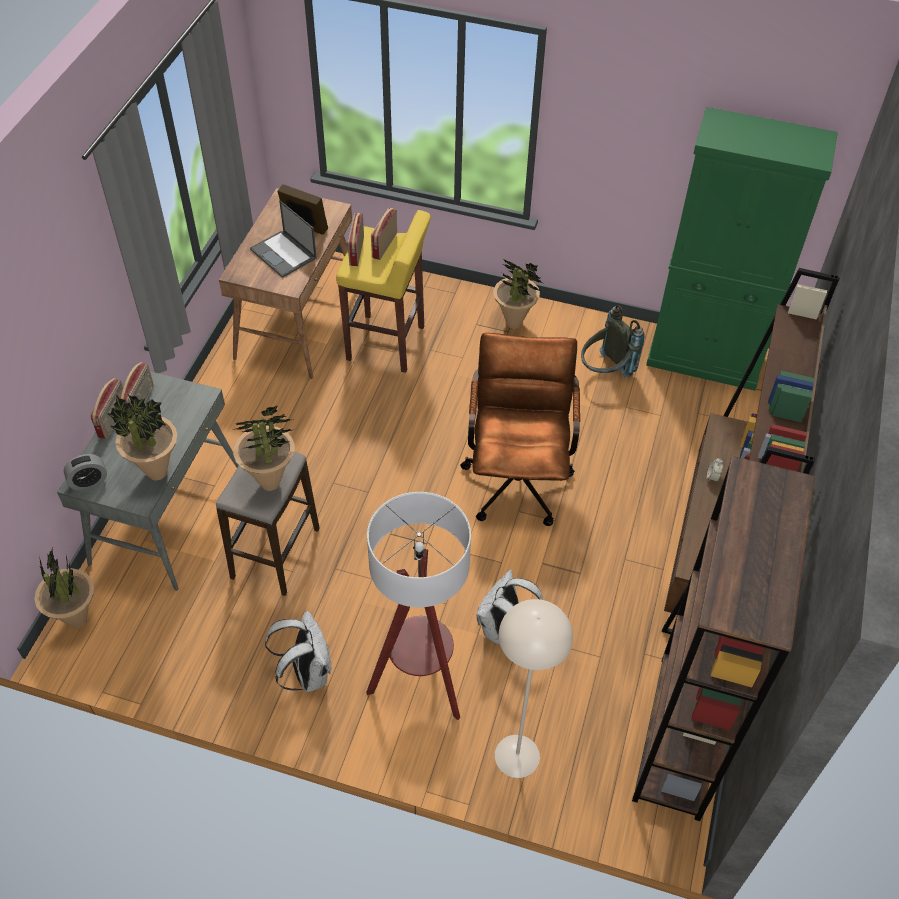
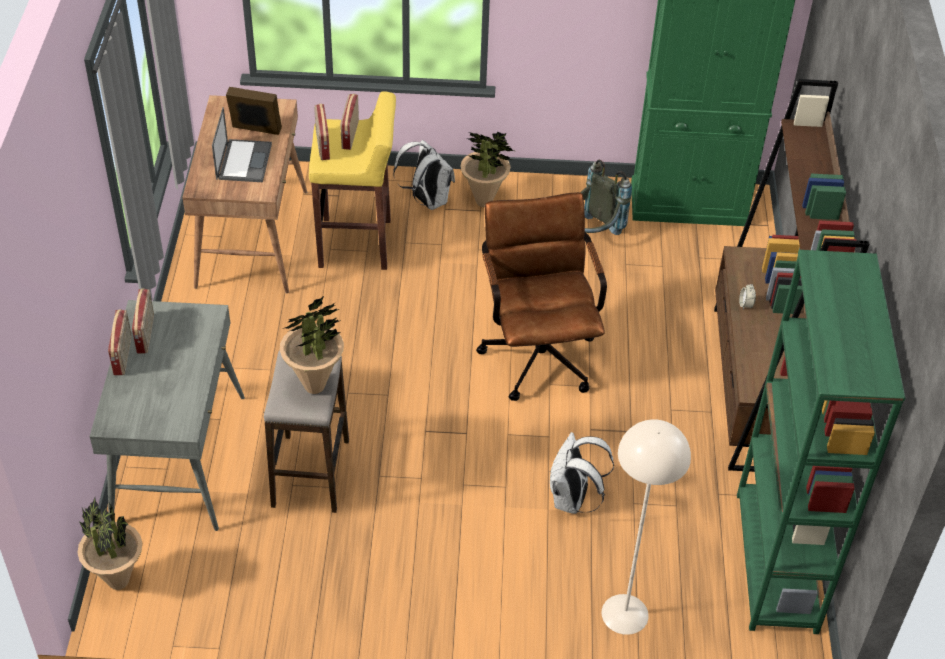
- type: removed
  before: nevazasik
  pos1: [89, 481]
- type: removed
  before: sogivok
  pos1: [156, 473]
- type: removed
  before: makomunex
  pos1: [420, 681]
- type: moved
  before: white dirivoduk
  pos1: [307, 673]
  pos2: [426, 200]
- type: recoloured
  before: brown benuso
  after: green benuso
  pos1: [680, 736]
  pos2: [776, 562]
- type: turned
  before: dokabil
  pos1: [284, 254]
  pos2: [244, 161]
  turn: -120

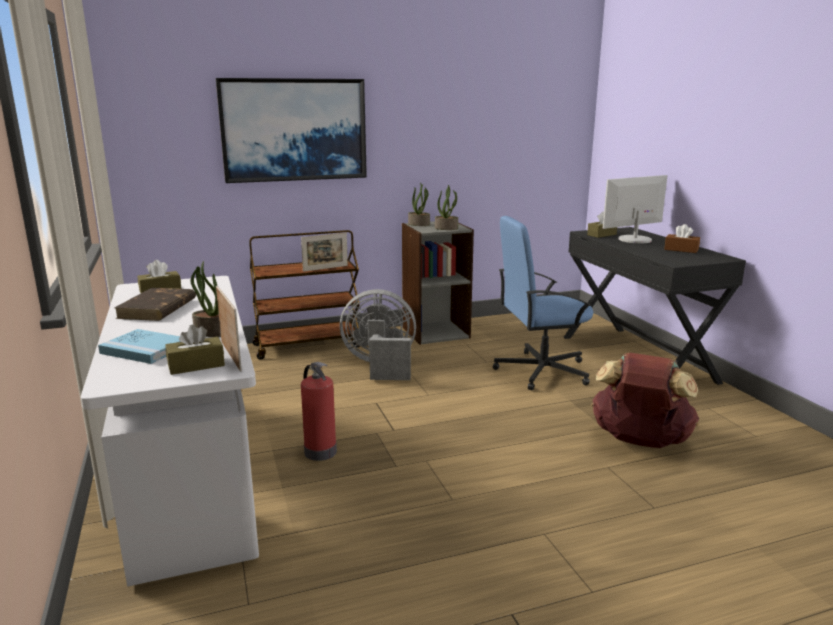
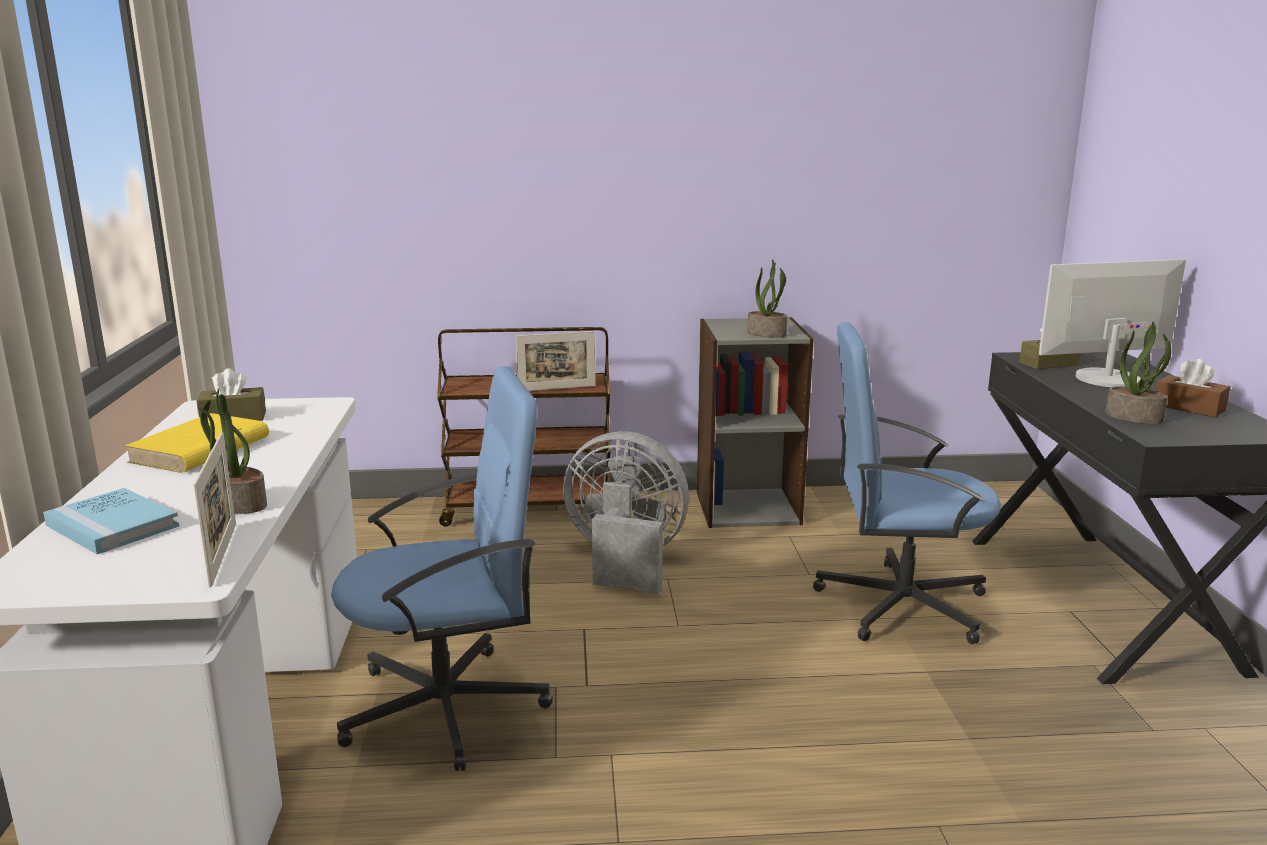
- type: removed
  before: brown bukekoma
  pos1: [196, 365]
- type: removed
  before: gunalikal
  pos1: [294, 130]
- type: removed
  before: brown dirivoduk
  pos1: [639, 441]
- type: moved
  before: sogivok
  pos1: [419, 224]
  pos2: [1134, 417]
- type: replaced
  before: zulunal
  after: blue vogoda
  pos1: [319, 451]
  pos2: [448, 707]
- type: recoloured
  before: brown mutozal
  after: yellow mutozal
  pos1: [157, 308]
  pos2: [199, 450]

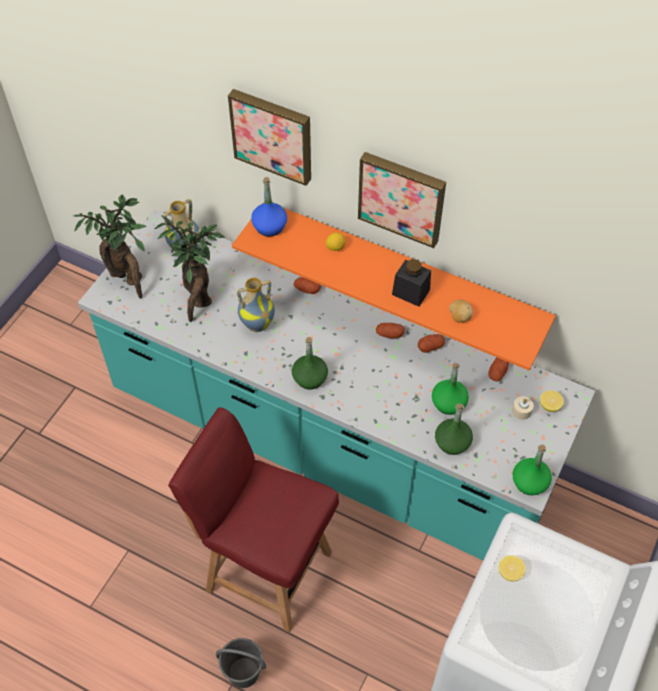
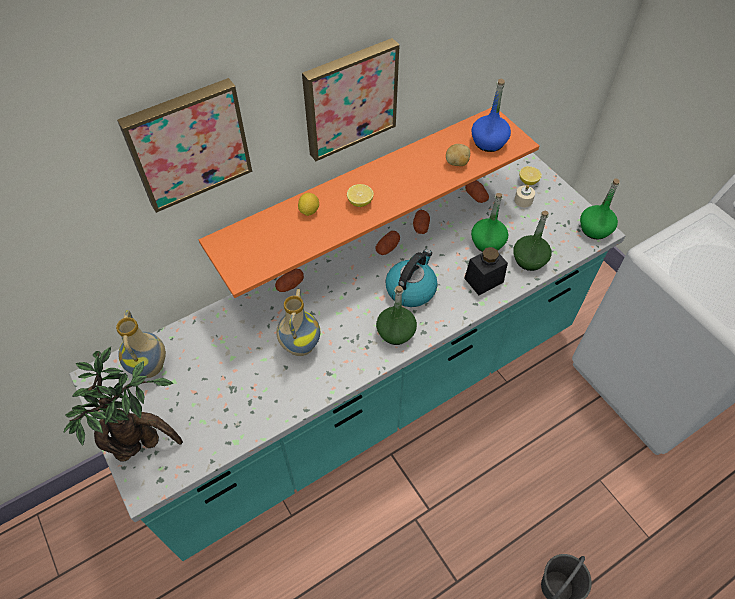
- type: removed
  before: sogivok
  pos1: [199, 299]
- type: removed
  before: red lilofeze
  pos1: [266, 569]
- type: added
  after: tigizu
  pos2: [411, 289]
- type: moved
  before: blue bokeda
  pos1: [269, 227]
  pos2: [489, 142]
- type: moved
  before: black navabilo
  pos1: [411, 292]
  pos2: [483, 280]
- type: moved
  before: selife
  pos1: [510, 572]
  pos2: [360, 202]

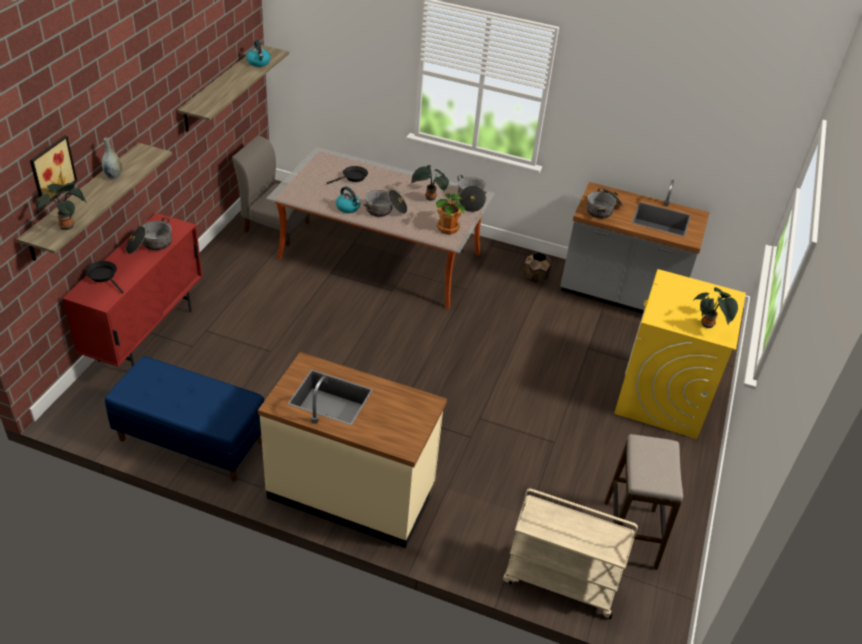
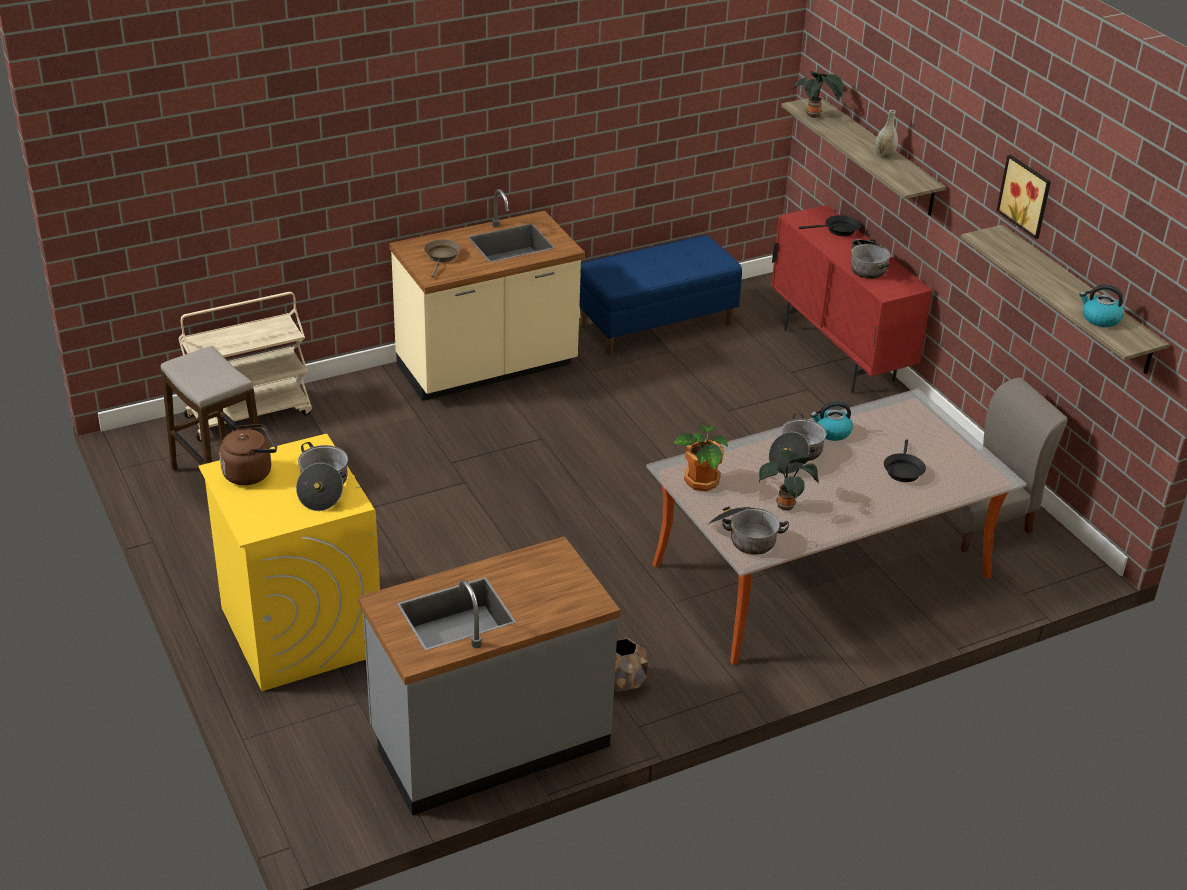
- type: added
  after: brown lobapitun
  pos2: [442, 257]
- type: moved
  before: gunalikal
  pos1: [51, 169]
  pos2: [1026, 195]
- type: moved
  before: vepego
  pos1: [603, 209]
  pos2: [323, 487]
- type: replaced
  before: sogivok
  after: brown tigizu
  pos1: [708, 326]
  pos2: [250, 473]

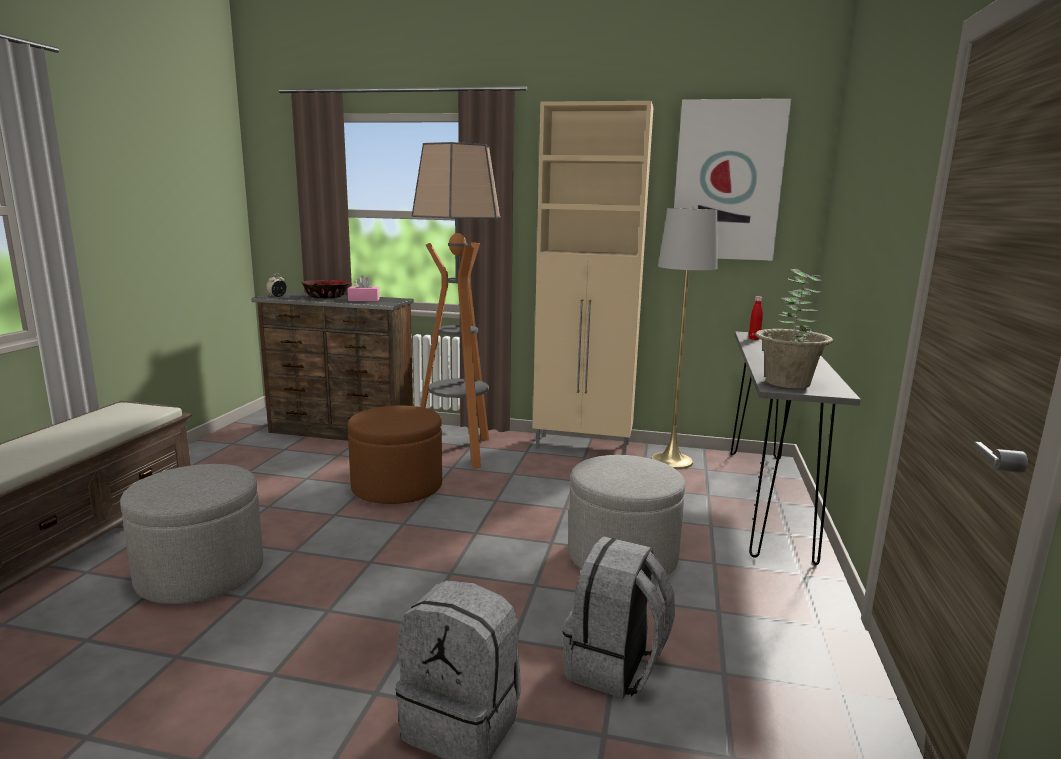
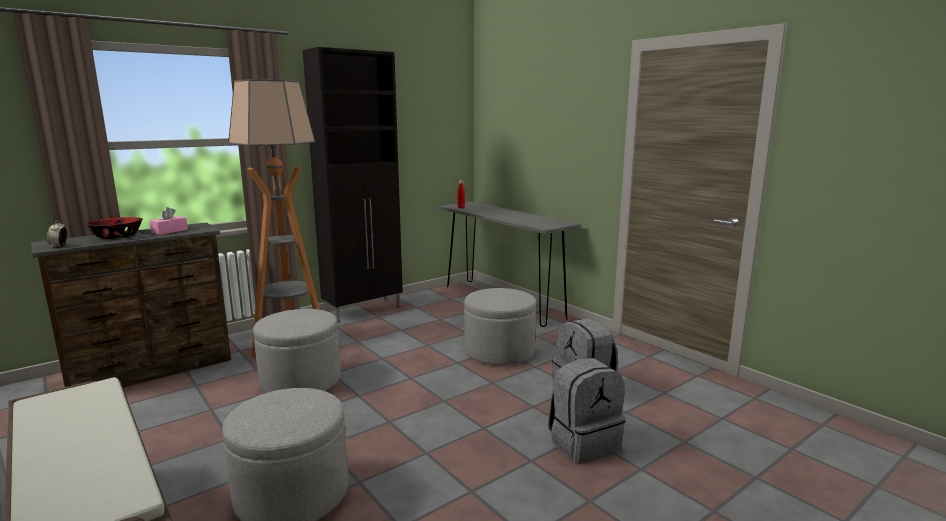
- type: removed
  before: grey makomunex
  pos1: [671, 461]
- type: removed
  before: gunalikal
  pos1: [727, 181]
- type: removed
  before: sogivok
  pos1: [787, 383]
- type: recoloured
  before: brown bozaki
  after: grey bozaki
  pos1: [397, 487]
  pos2: [301, 381]
- type: recoloured
  before: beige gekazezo
  after: black gekazezo
  pos1: [584, 446]
  pos2: [364, 311]

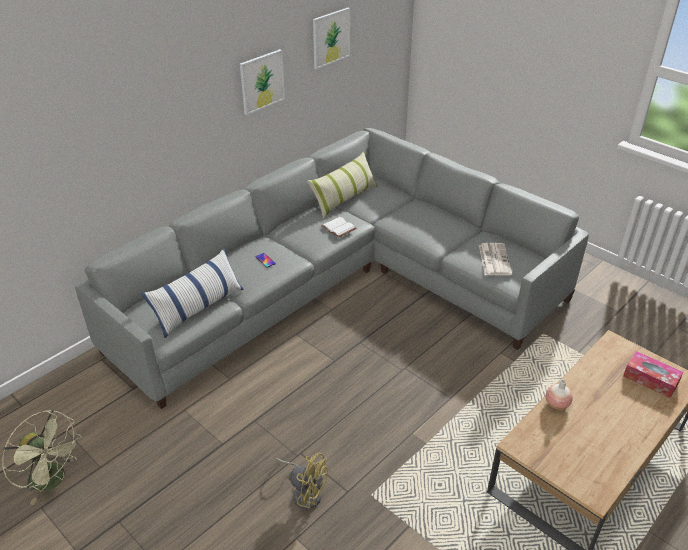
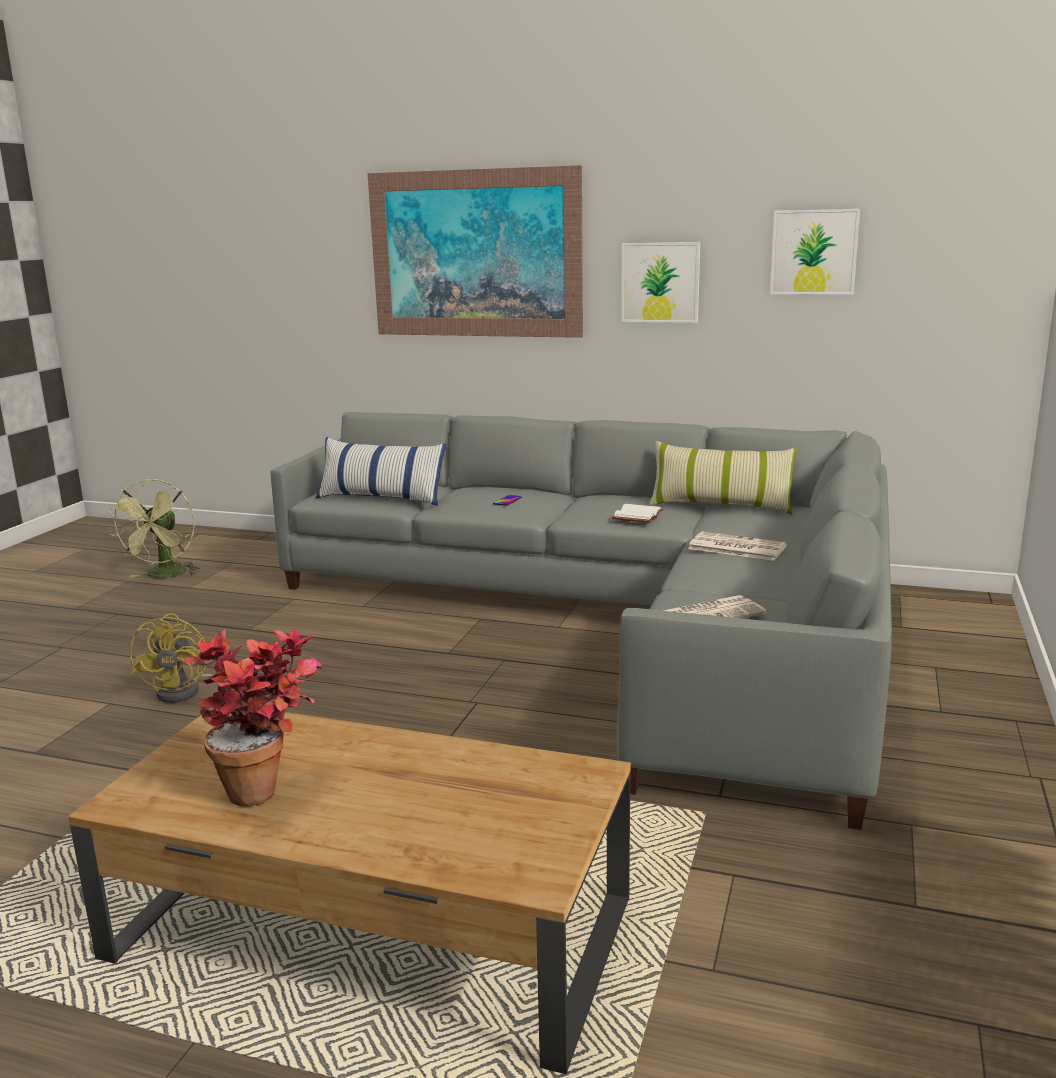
- type: removed
  before: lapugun
  pos1: [556, 404]
- type: removed
  before: bukekoma
  pos1: [650, 379]
- type: added
  after: sogivok
  pos2: [270, 789]
- type: added
  after: gunalikal
  pos2: [475, 254]
- type: added
  after: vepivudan
  pos2: [735, 547]

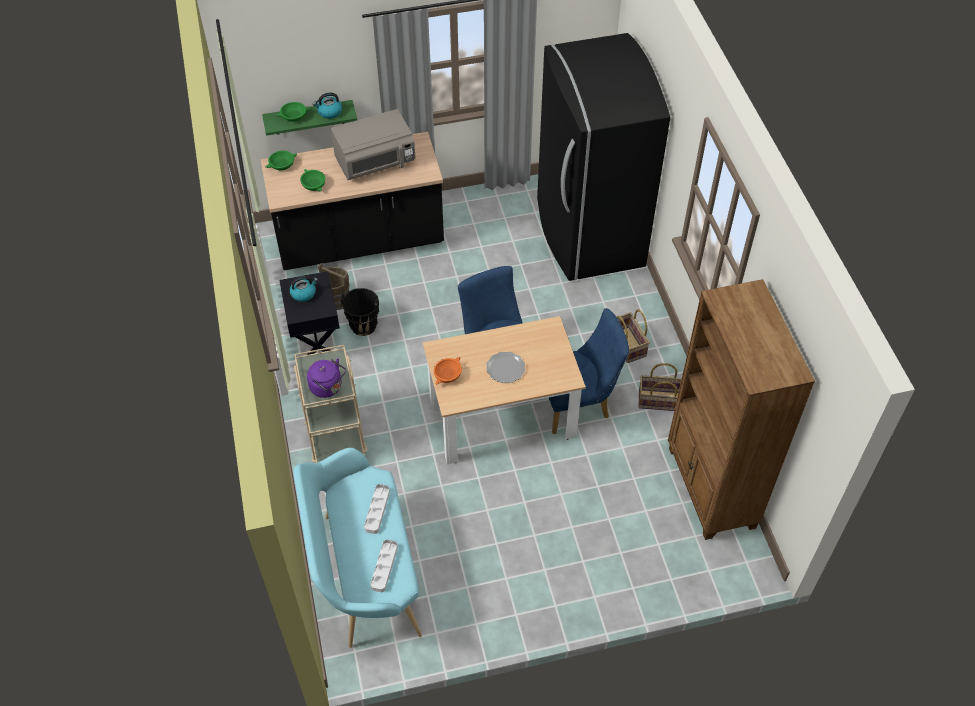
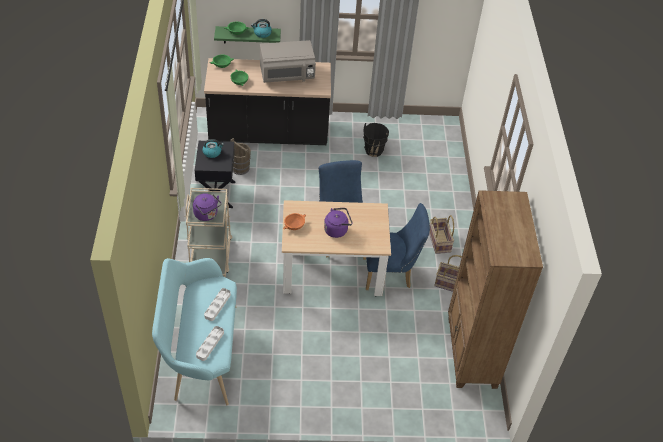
- type: removed
  before: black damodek
  pos1: [588, 233]
- type: moved
  before: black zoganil
  pos1: [363, 326]
  pos2: [374, 150]
- type: replaced
  before: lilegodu
  after: purple tigizu
  pos1: [506, 369]
  pos2: [337, 230]

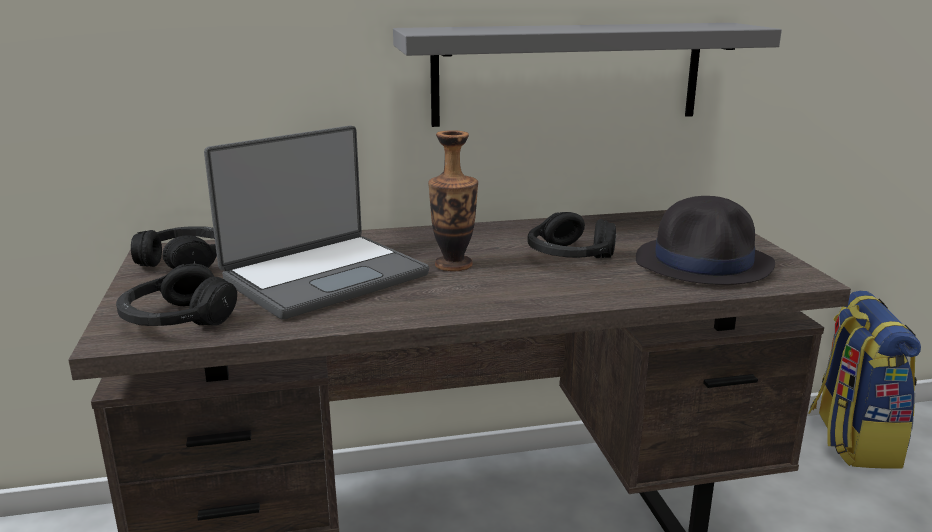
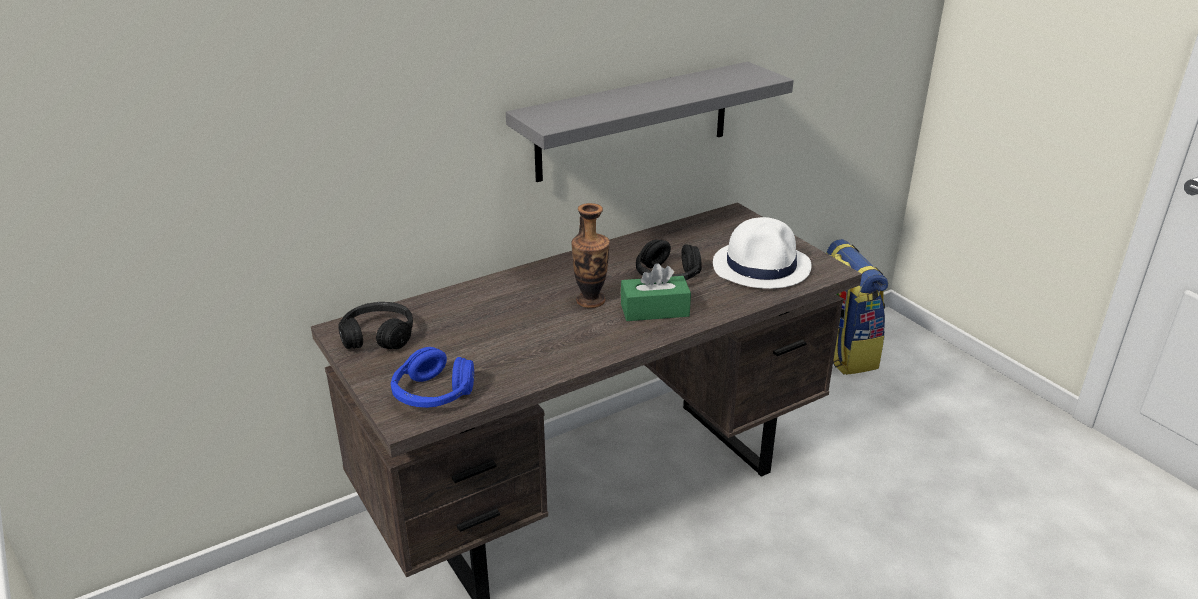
- type: removed
  before: dokabil
  pos1: [323, 276]
- type: added
  after: green bukekoma
  pos2: [654, 310]
- type: recoloured
  before: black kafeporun
  after: blue kafeporun
  pos1: [177, 319]
  pos2: [432, 394]
- type: recoloured
  before: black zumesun
  after: white zumesun
  pos1: [704, 263]
  pos2: [762, 266]

